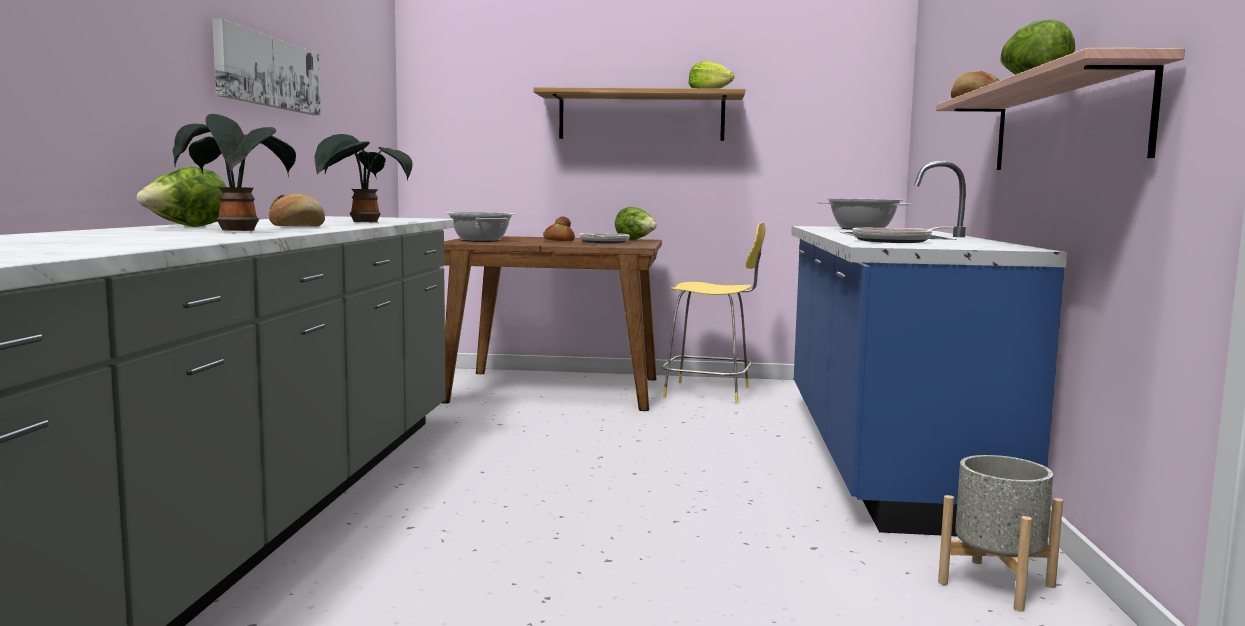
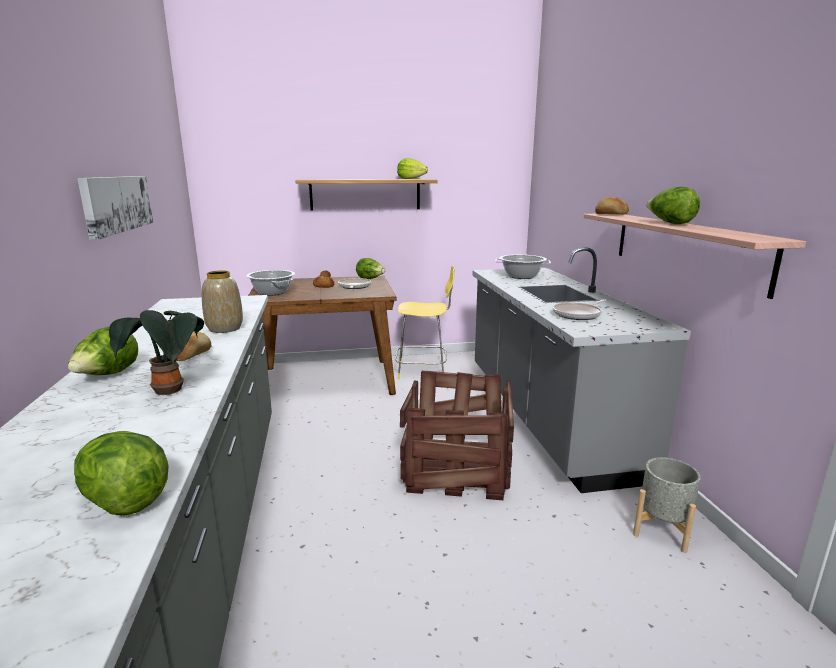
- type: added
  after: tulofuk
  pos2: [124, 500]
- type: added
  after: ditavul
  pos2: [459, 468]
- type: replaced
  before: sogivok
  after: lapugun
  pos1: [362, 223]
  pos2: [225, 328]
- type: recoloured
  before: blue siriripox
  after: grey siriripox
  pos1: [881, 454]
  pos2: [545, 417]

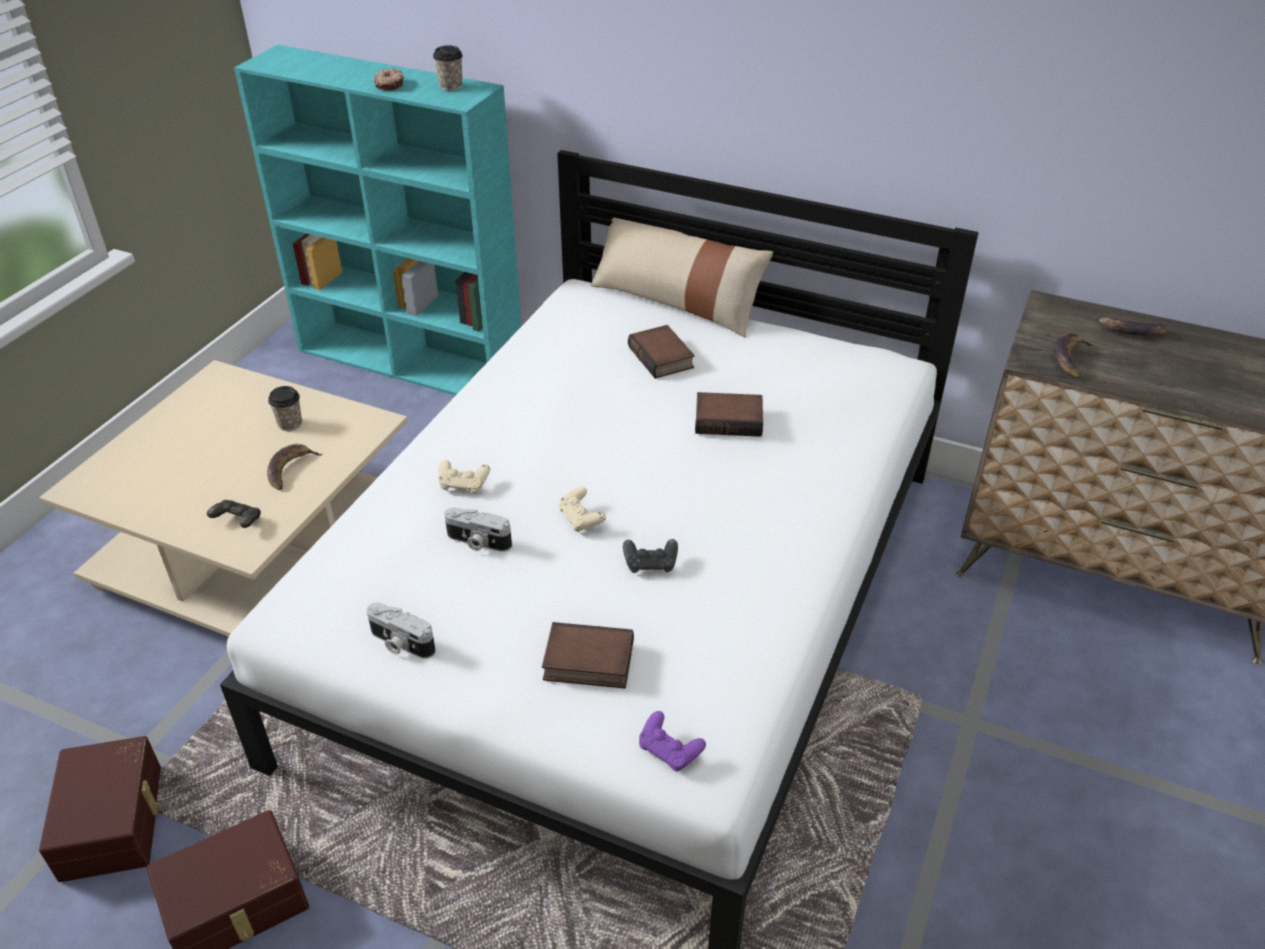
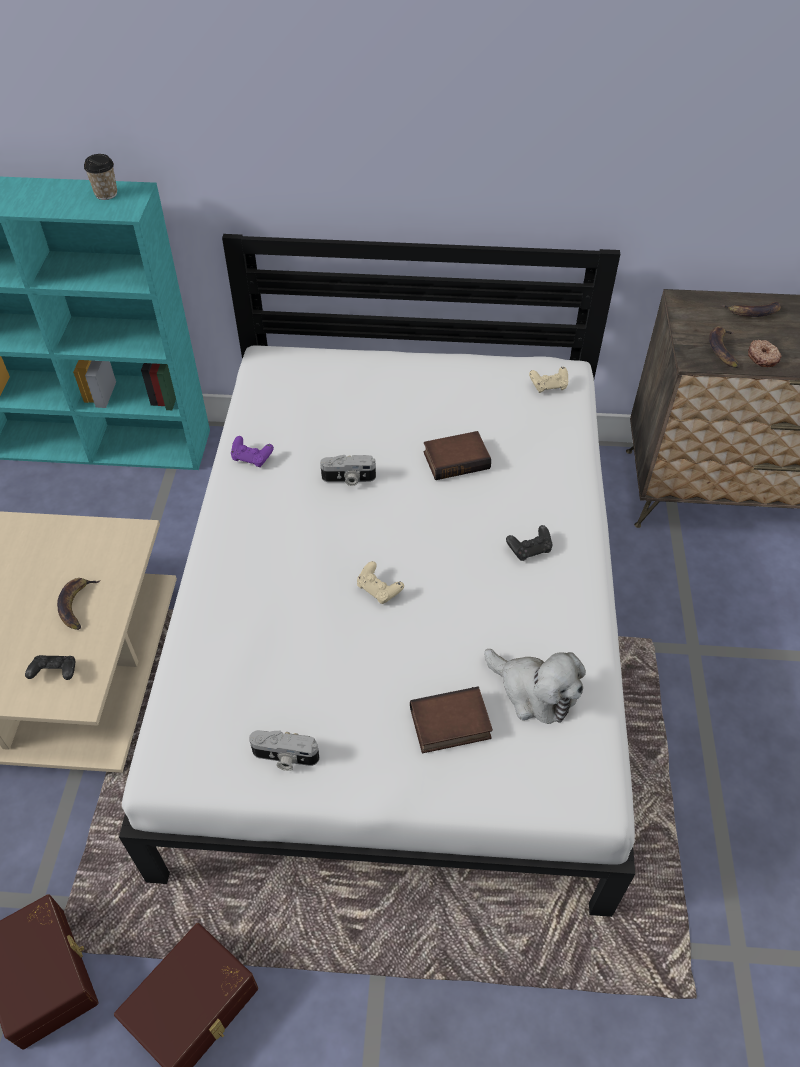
- type: removed
  before: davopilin
  pos1: [290, 424]
- type: removed
  before: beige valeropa
  pos1: [676, 302]
- type: removed
  before: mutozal
  pos1: [663, 357]
- type: added
  after: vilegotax
  pos2: [534, 692]
- type: moved
  before: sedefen
  pos1: [390, 85]
  pos2: [762, 357]
- type: moved
  before: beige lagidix
  pos1: [463, 485]
  pos2: [549, 386]
- type: moved
  before: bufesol
  pos1: [477, 542]
  pos2: [348, 479]
- type: moved
  before: black lagidix
  pos1: [650, 564]
  pos2: [529, 549]
- type: moved
  before: purple lagidix
  pos1: [669, 751]
  pos2: [252, 458]

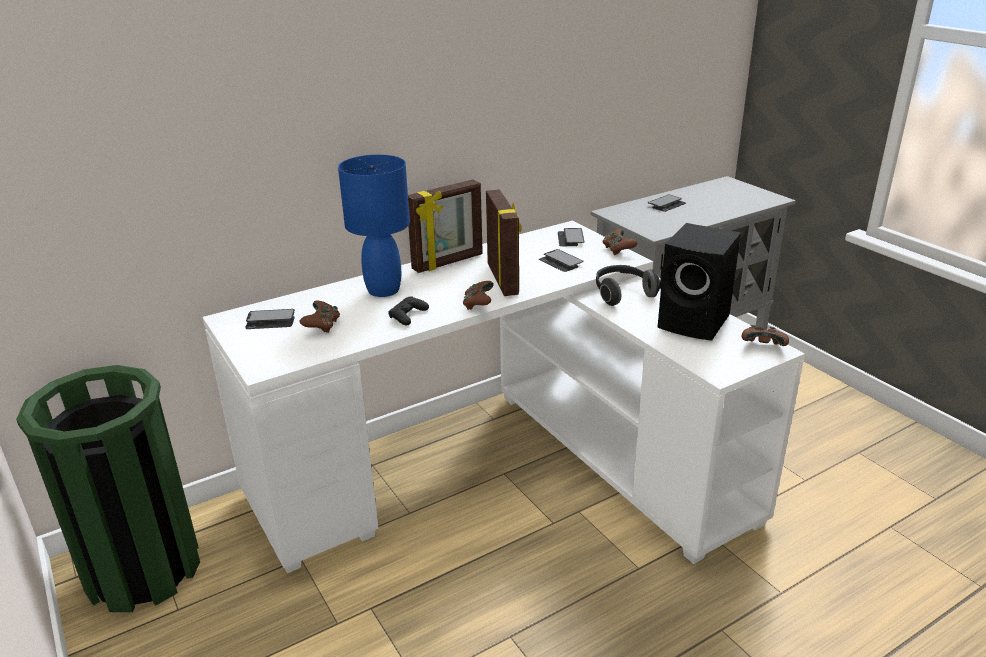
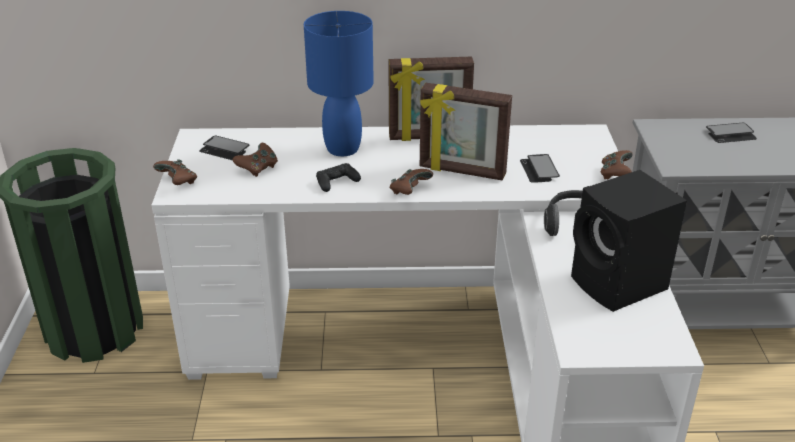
- type: removed
  before: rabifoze
  pos1: [570, 238]
- type: moved
  before: brown lagidix
  pos1: [763, 346]
  pos2: [178, 182]
- type: turned
  before: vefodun
  pos1: [503, 279]
  pos2: [462, 171]
  turn: 90

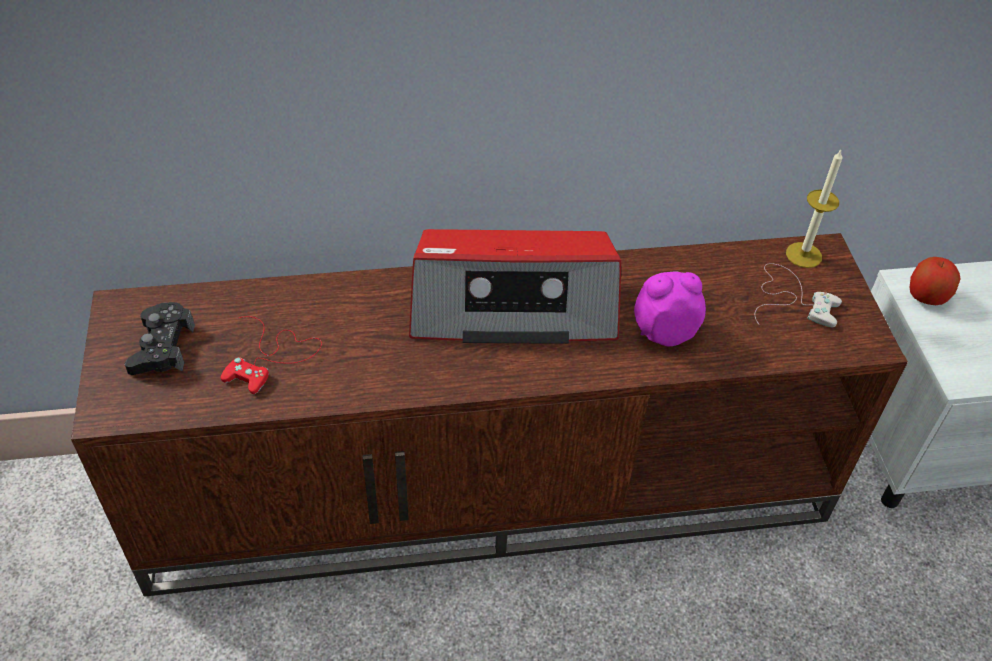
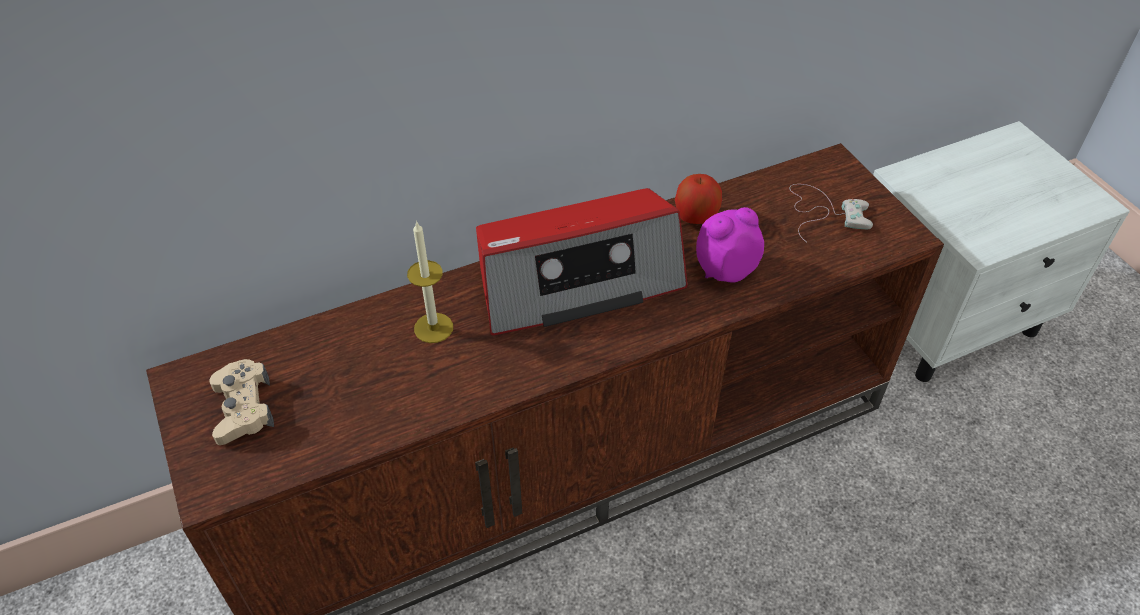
- type: removed
  before: red lagidix
  pos1: [272, 357]
- type: moved
  before: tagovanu
  pos1: [803, 255]
  pos2: [433, 328]
- type: moved
  before: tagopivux
  pos1: [926, 297]
  pos2: [695, 217]
- type: recoloured
  before: black lagidix
  after: beige lagidix
  pos1: [162, 347]
  pos2: [243, 408]

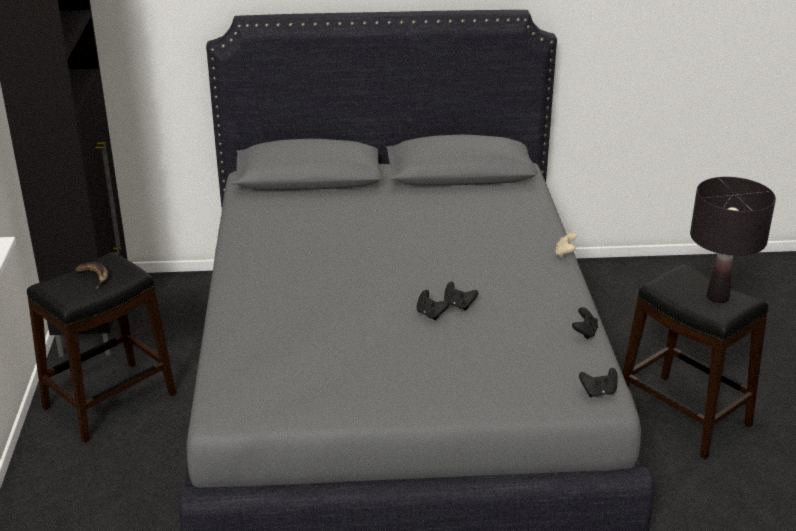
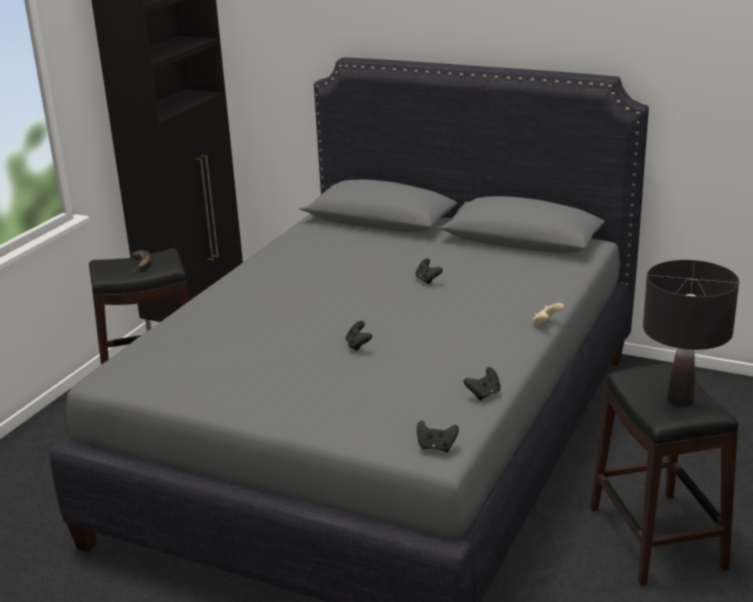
- type: moved
  before: black lagidix
  pos1: [458, 305]
  pos2: [427, 280]

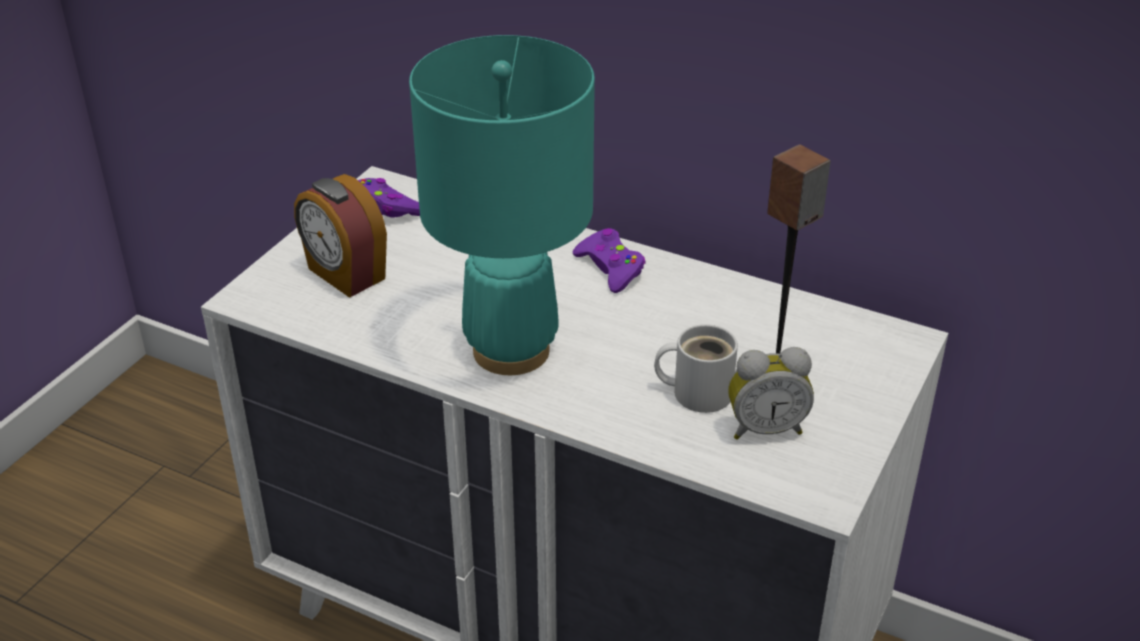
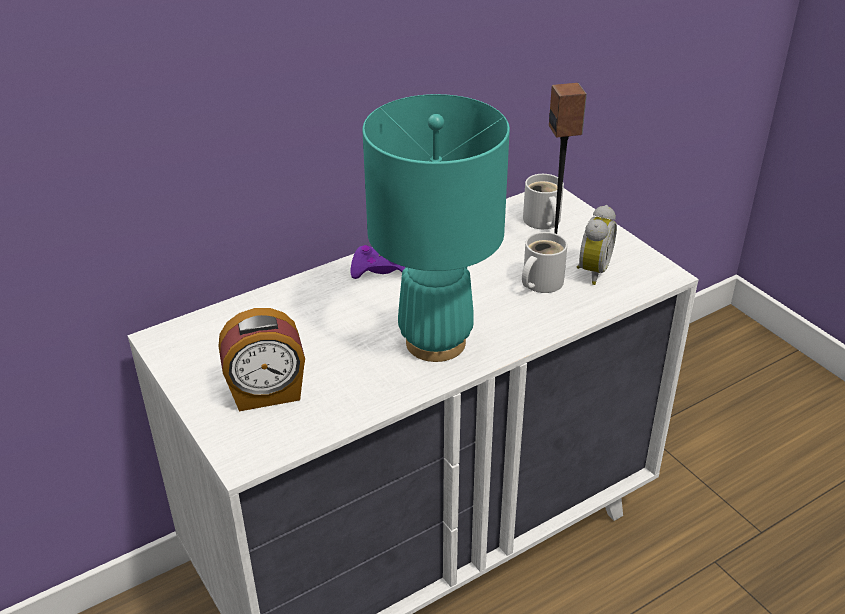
- type: removed
  before: purple lagidix
  pos1: [387, 207]
- type: added
  after: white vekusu
  pos2: [541, 221]

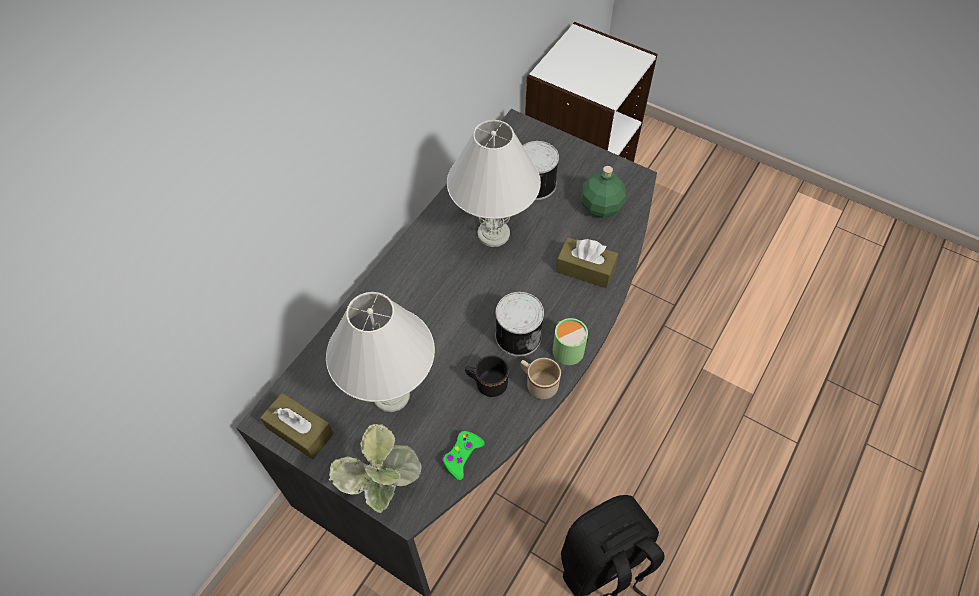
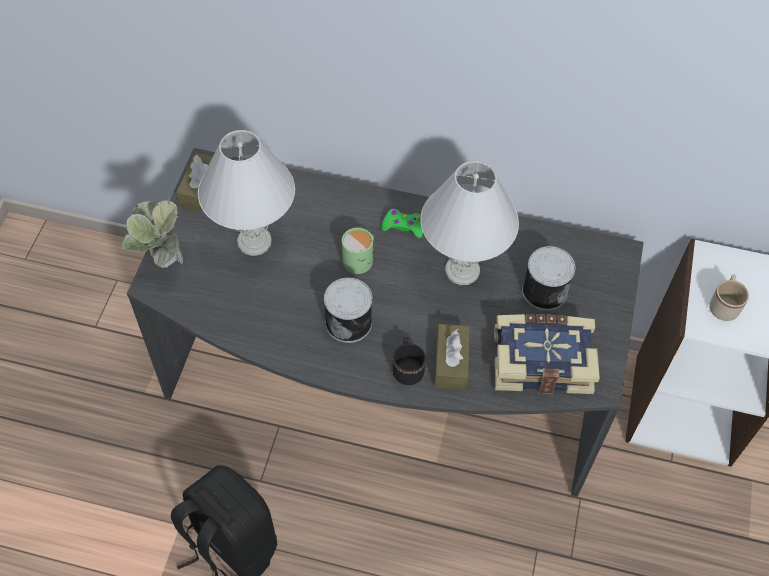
- type: moved
  before: green lagidix
  pos1: [462, 456]
  pos2: [403, 226]
- type: moved
  before: black vekusu
  pos1: [486, 383]
  pos2: [407, 368]
- type: moved
  before: beige vekusu
  pos1: [538, 383]
  pos2: [724, 305]
- type: moved
  before: green vekusu
  pos1: [566, 347]
  pos2: [360, 259]
- type: replaced
  before: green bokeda
  after: mutozal
  pos1: [601, 207]
  pos2: [541, 360]

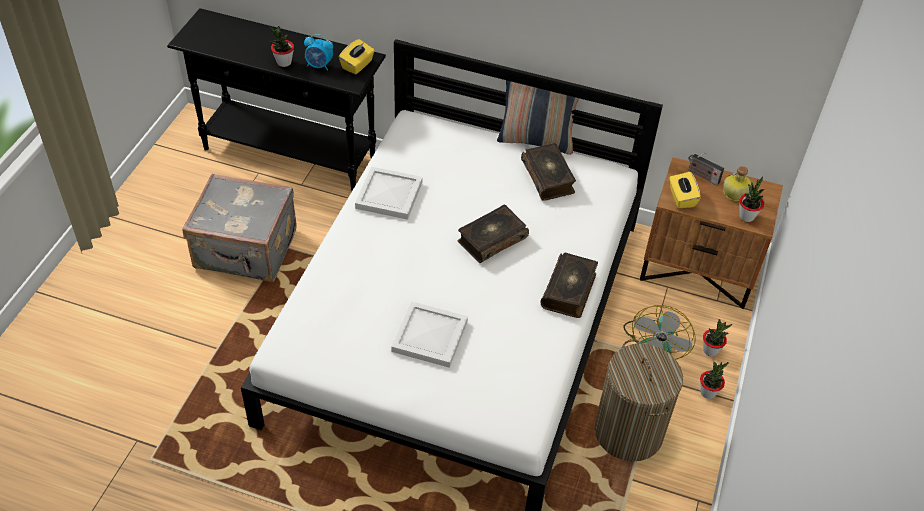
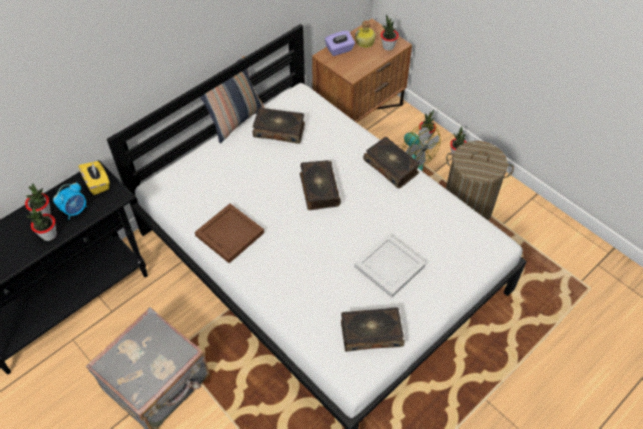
- type: removed
  before: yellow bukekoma
  pos1: [681, 198]
- type: added
  after: sogivok
  pos2: [43, 213]
- type: added
  after: mutozal
  pos2: [371, 333]
- type: replaced
  before: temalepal
  after: purple bukekoma
  pos1: [702, 176]
  pos2: [339, 50]
- type: recoloured
  before: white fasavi
  after: brown fasavi
  pos1: [389, 196]
  pos2: [231, 234]

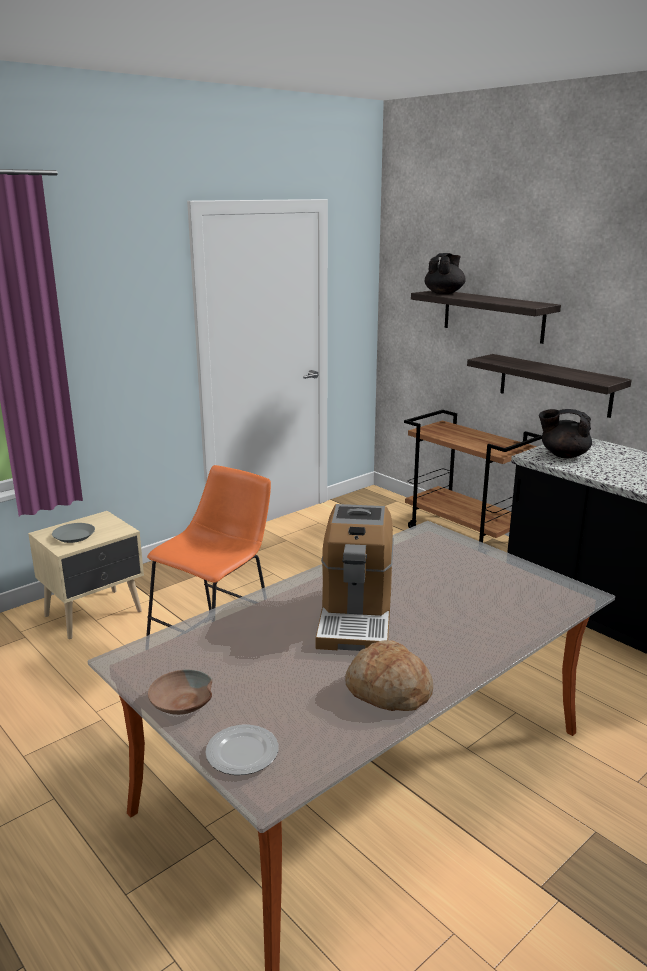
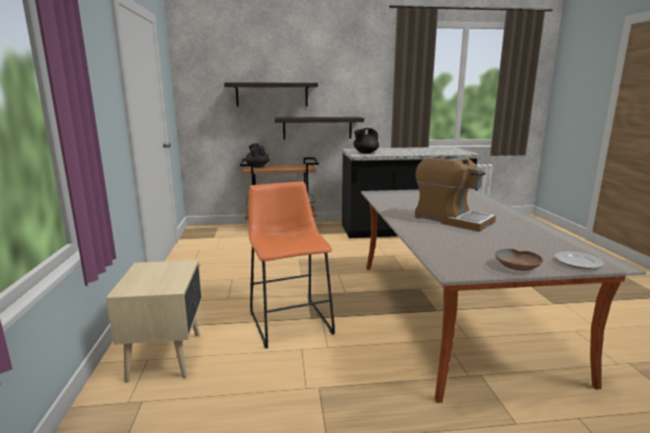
- type: removed
  before: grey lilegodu
  pos1: [74, 536]
- type: removed
  before: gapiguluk
  pos1: [388, 691]
- type: moved
  before: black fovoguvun
  pos1: [444, 293]
  pos2: [257, 166]

